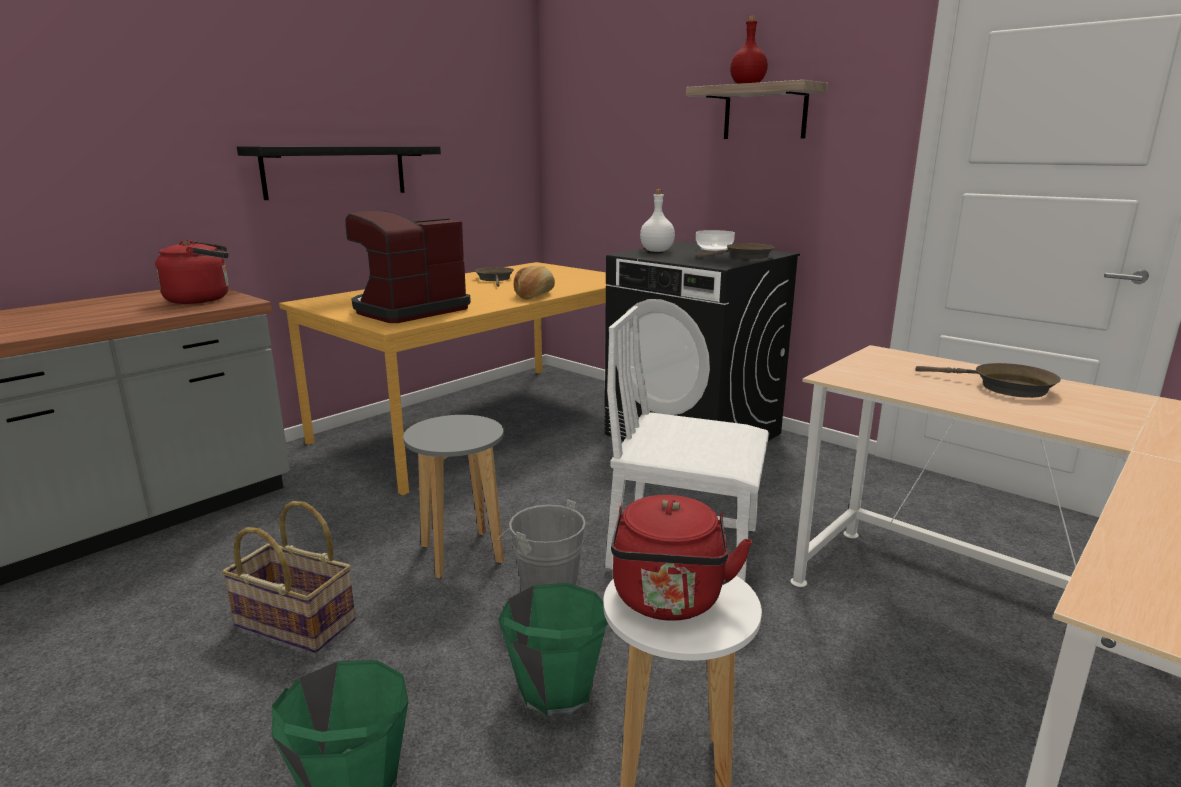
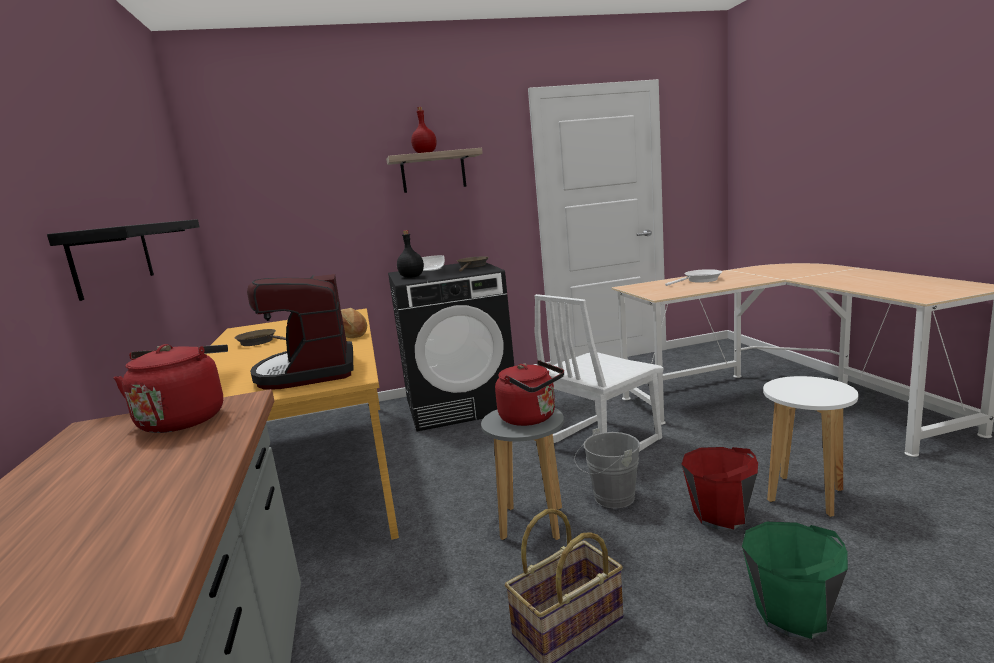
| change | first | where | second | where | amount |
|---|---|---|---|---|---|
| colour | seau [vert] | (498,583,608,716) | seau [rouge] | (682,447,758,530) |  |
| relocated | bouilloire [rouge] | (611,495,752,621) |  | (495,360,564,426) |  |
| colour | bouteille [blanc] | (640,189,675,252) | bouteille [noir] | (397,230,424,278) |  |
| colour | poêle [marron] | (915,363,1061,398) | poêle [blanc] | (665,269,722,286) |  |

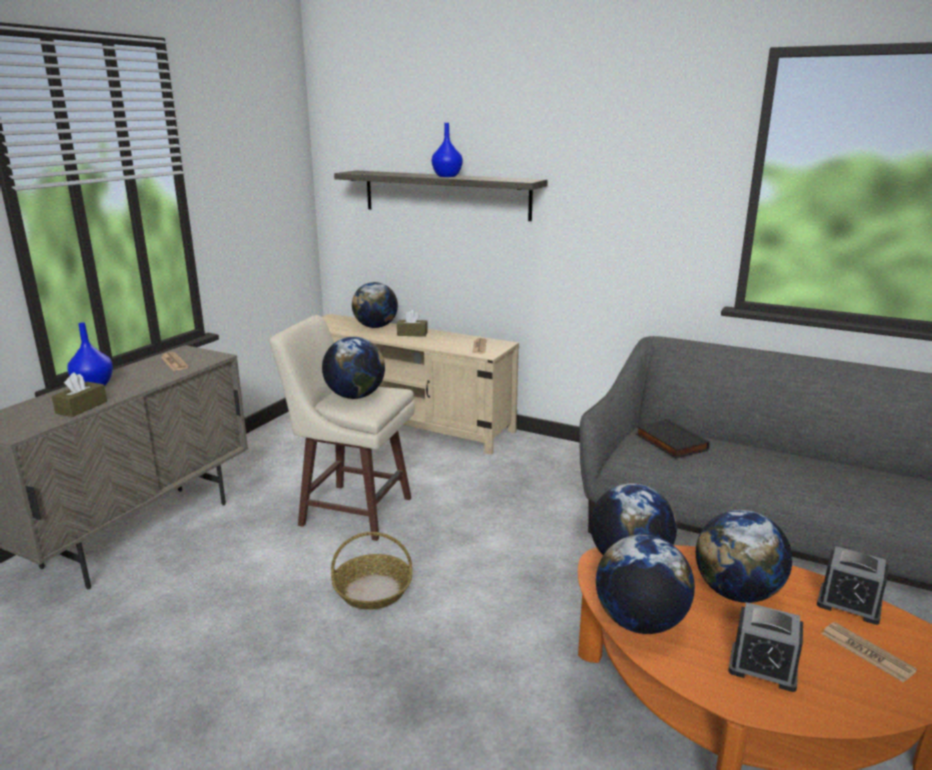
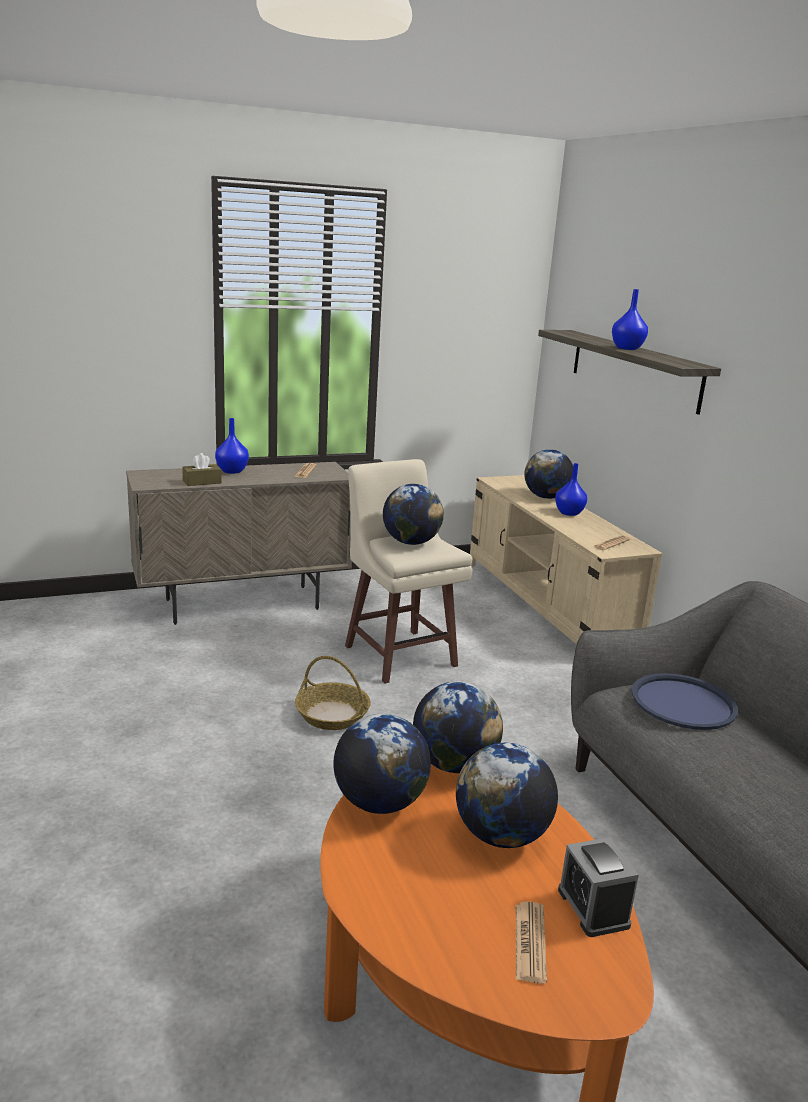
| change | first | where | second | where | amount |
|---|---|---|---|---|---|
| exchanged | boîte à mouchoirs [marron] | (397,310,428,337) | vase [bleu] | (555,463,587,516) |  |
| exchanged | livre [noir] | (636,419,710,458) | plateau [bleu] | (632,673,738,730) |  |
| missing | réveil | (728,602,803,692) |  |  |  |

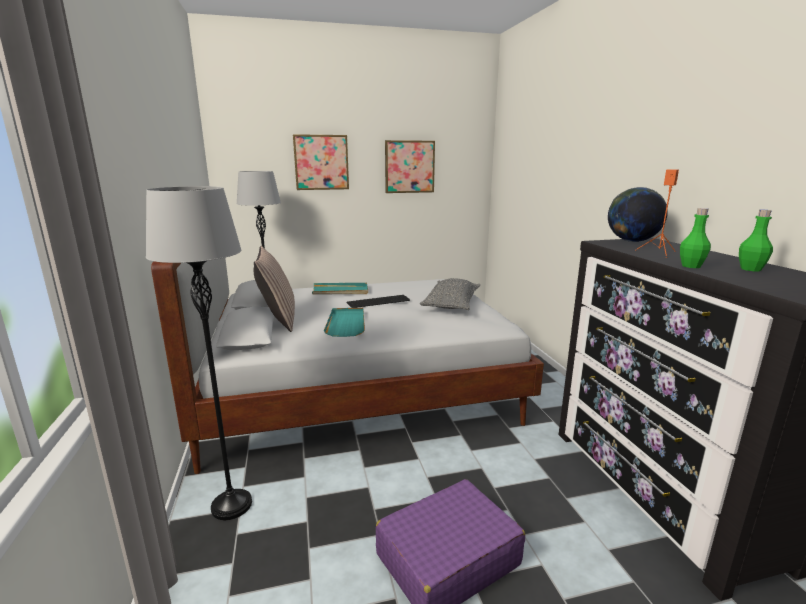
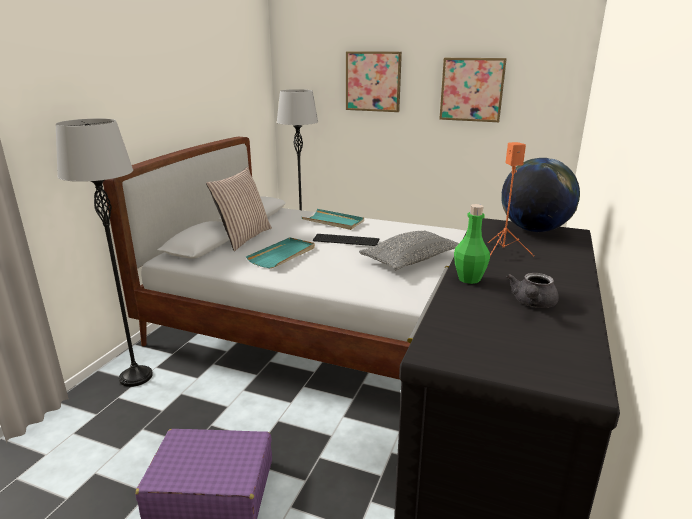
| change | first | where | second | where | amount |
|---|---|---|---|---|---|
| exchanged | bouteille [vert] | (739,210,773,271) | théière [gris] | (506,273,559,308) |  |

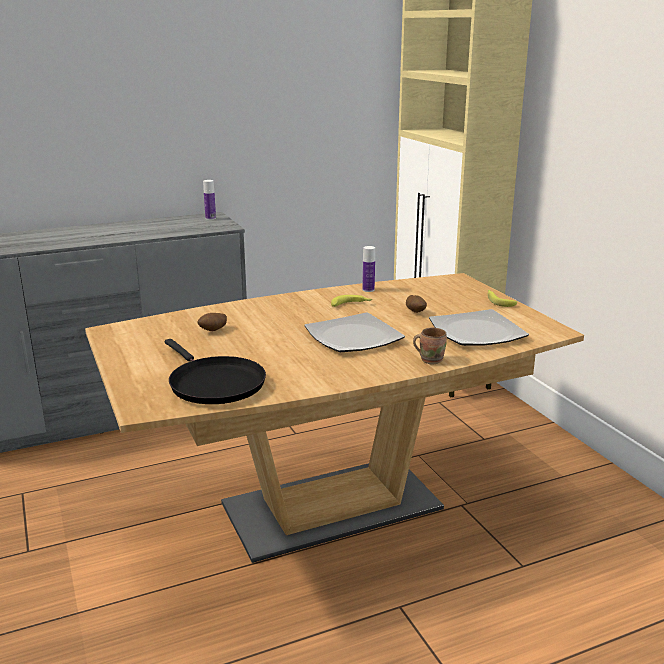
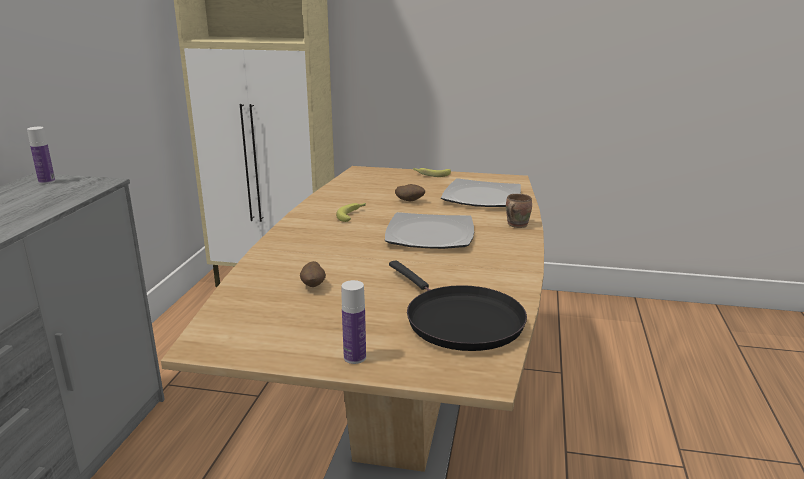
| change | first | where | second | where | amount |
|---|---|---|---|---|---|
| spun | poêle [noir] | (165,339,266,404) |  | (389,260,527,351) | 60 degrees clockwise |
| relocated | bouteille | (362,246,375,292) |  | (341,280,366,364) |  |

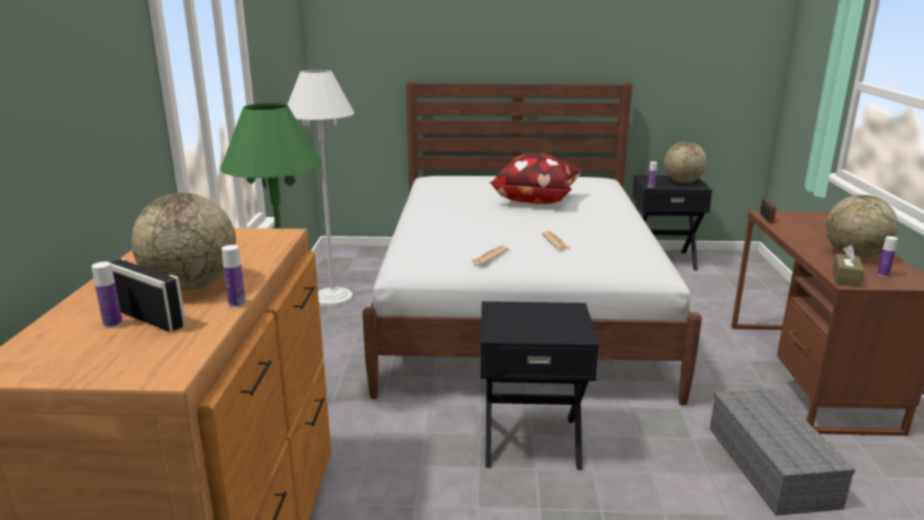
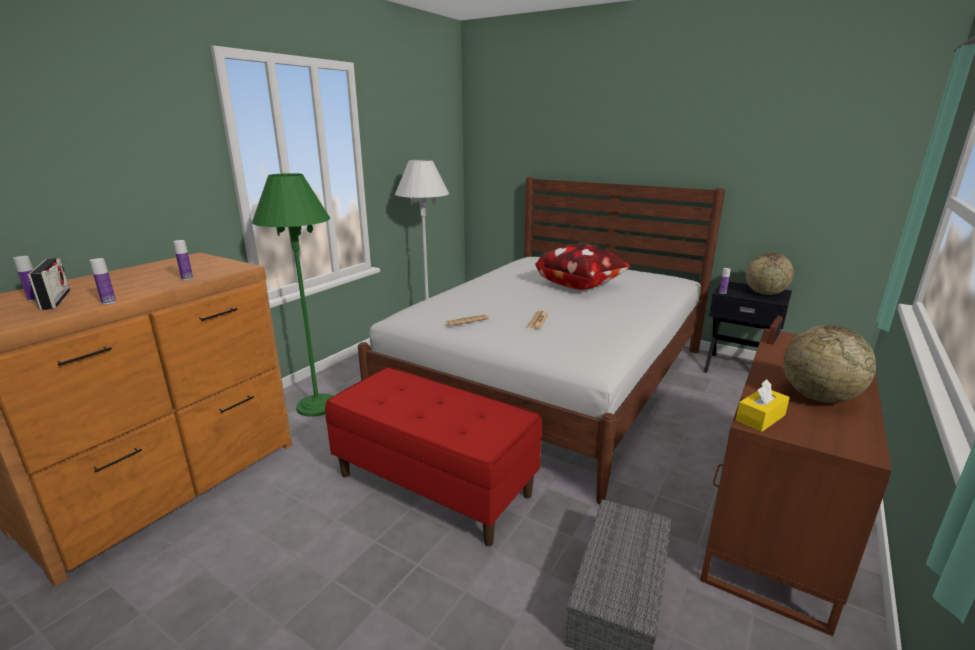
| change | first | where | second | where | amount |
|---|---|---|---|---|---|
| missing | globe | (131,193,236,291) |  |  |  |
| exchanged | table de chevet [noir] | (480,301,599,470) | banc [rouge] | (325,367,542,546) |  |
| colour | boîte à mouchoirs [marron] | (832,245,864,287) | boîte à mouchoirs [jaune] | (736,379,790,432) |  |
| relocated | bouteille | (877,236,898,277) |  | (173,240,193,280) |  |

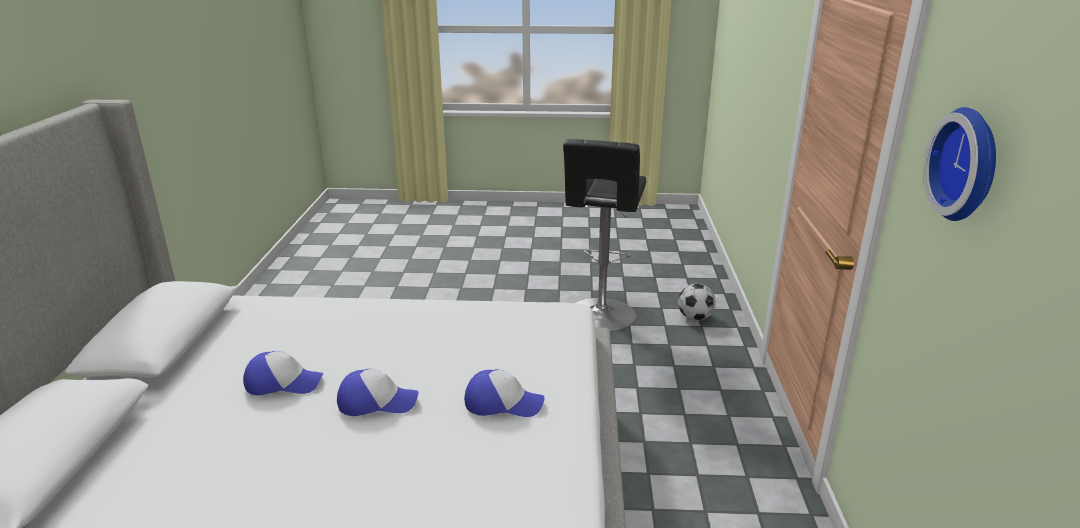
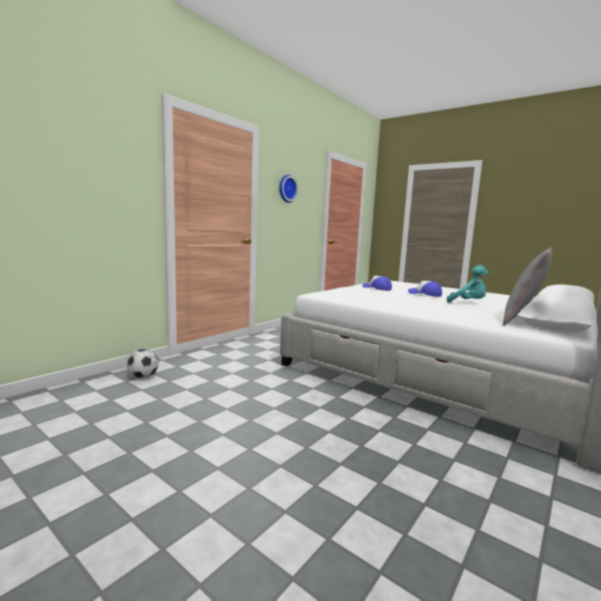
| change | first | where | second | where | amount |
|---|---|---|---|---|---|
| exchanged | casquette | (243,351,323,395) | peluche [turquoise] | (447,265,489,303) |  |
| missing | tabouret [noir] | (563,139,646,332) |  |  |  |
| appeared |  |  | coussin [gris] | (503,247,552,325) |  |

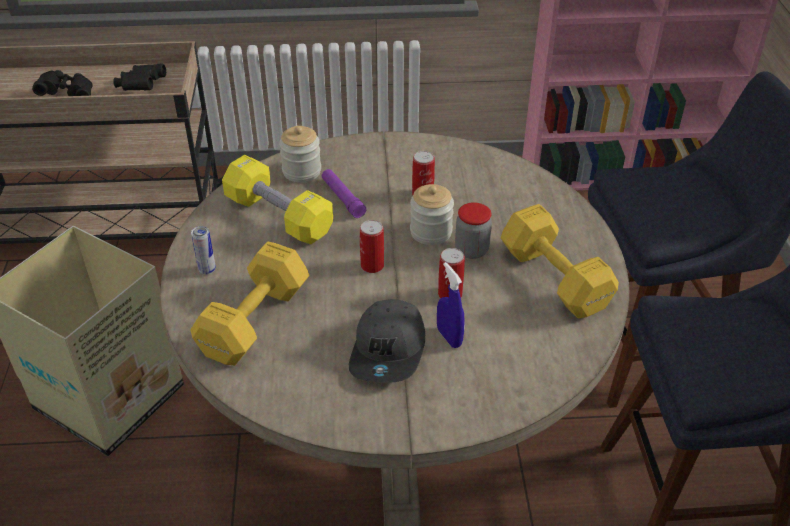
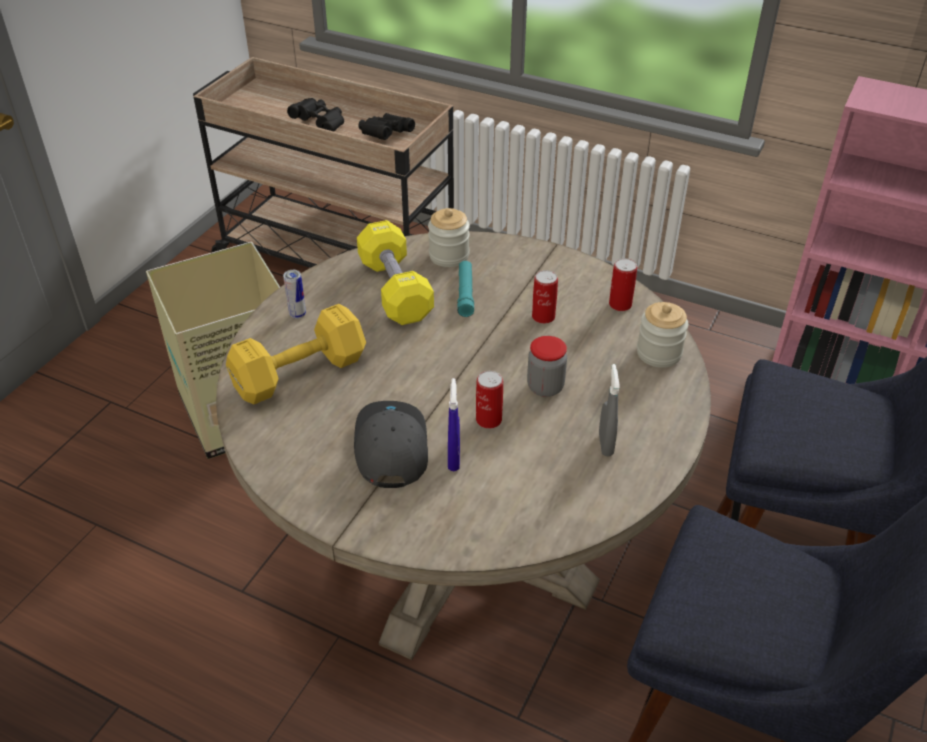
| change | first | where | second | where | amount |
|---|---|---|---|---|---|
| colour | lampe de poche [violet] | (322,169,367,218) | lampe de poche [turquoise] | (457,261,474,317) |  |
| spun | casquette [gris] | (349,299,425,383) |  | (354,401,428,488) | 135 degrees clockwise |
| relocated | boîte métallique | (360,220,384,273) |  | (609,258,637,311) |  |
| relocated | bocal | (410,184,454,245) |  | (637,302,689,368) |  |
| exchanged | haltère [jaune] | (501,204,619,318) | vaporisateur [gris] | (599,364,619,457) |  |

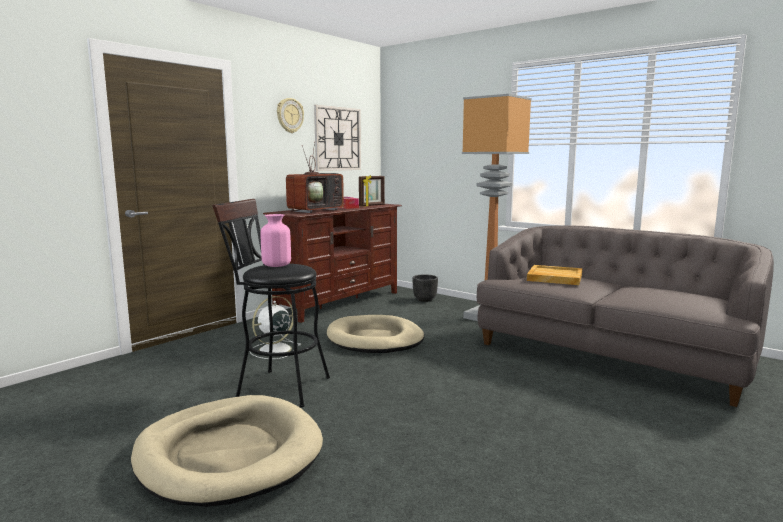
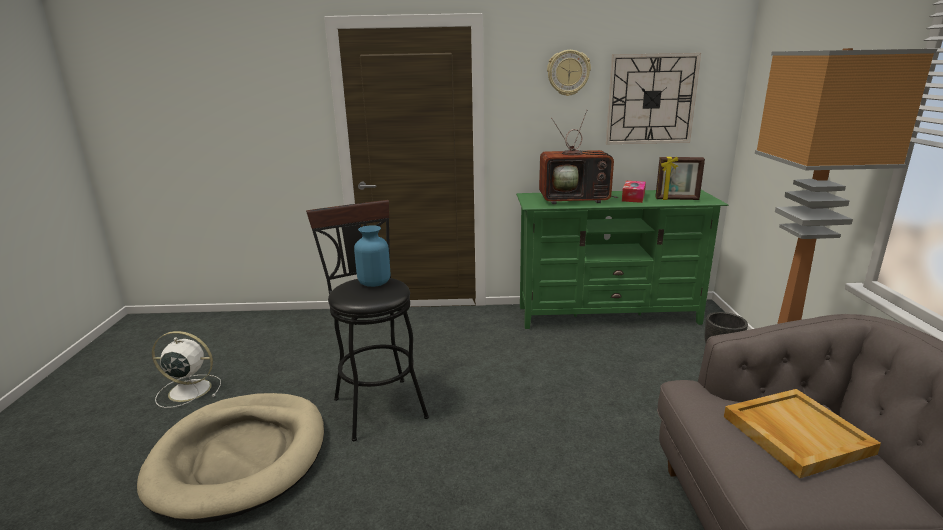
| change | first | where | second | where | amount |
|---|---|---|---|---|---|
| relocated | ventilateur [blanc] | (250,296,301,359) |  | (152,331,221,408) |  |
| colour | vase [rose] | (260,214,291,267) | vase [bleu] | (354,225,390,287) |  |
| colour | meuble télé [marron] | (263,204,402,323) | meuble télé [vert] | (516,190,728,329) |  |
| missing | panier pour chien [beige] | (327,315,424,353) |  |  |  |

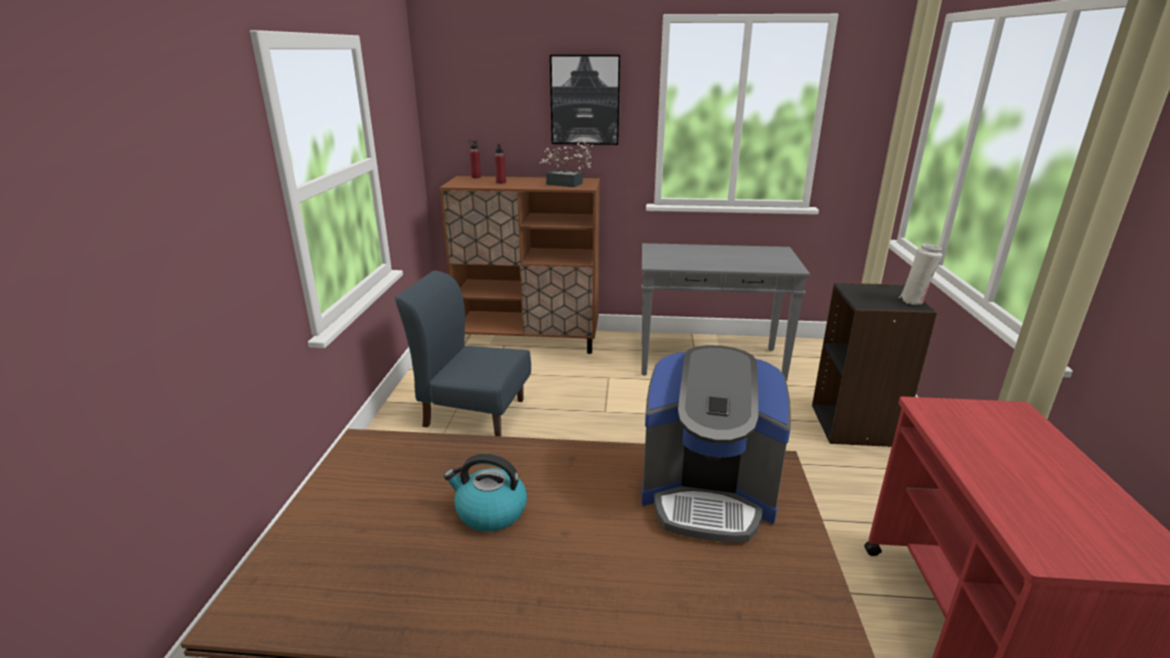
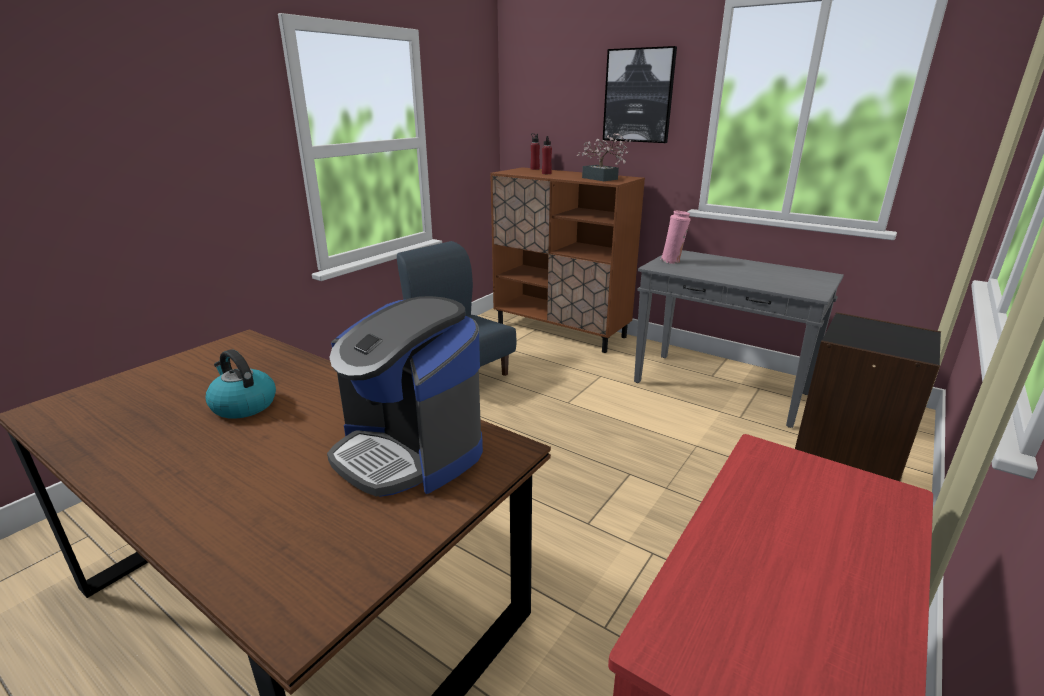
| change | first | where | second | where | amount |
|---|---|---|---|---|---|
| missing | vase [blanc] | (898,243,942,305) |  |  |  |
| appeared |  |  | vase [rose] | (661,211,691,264) |  |

